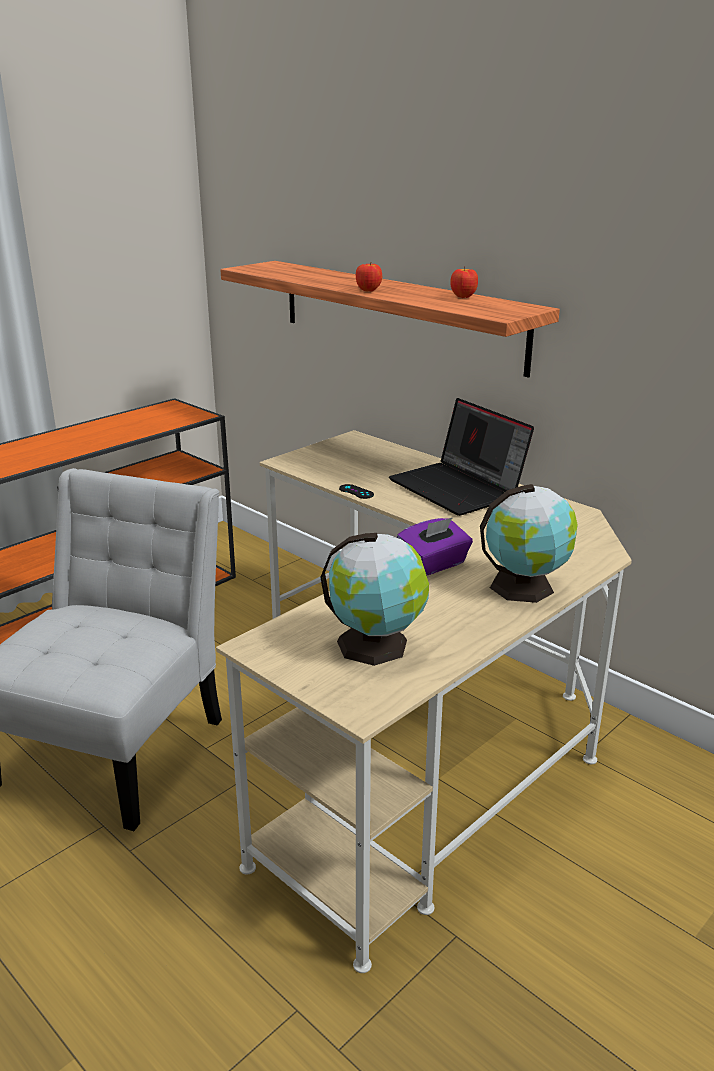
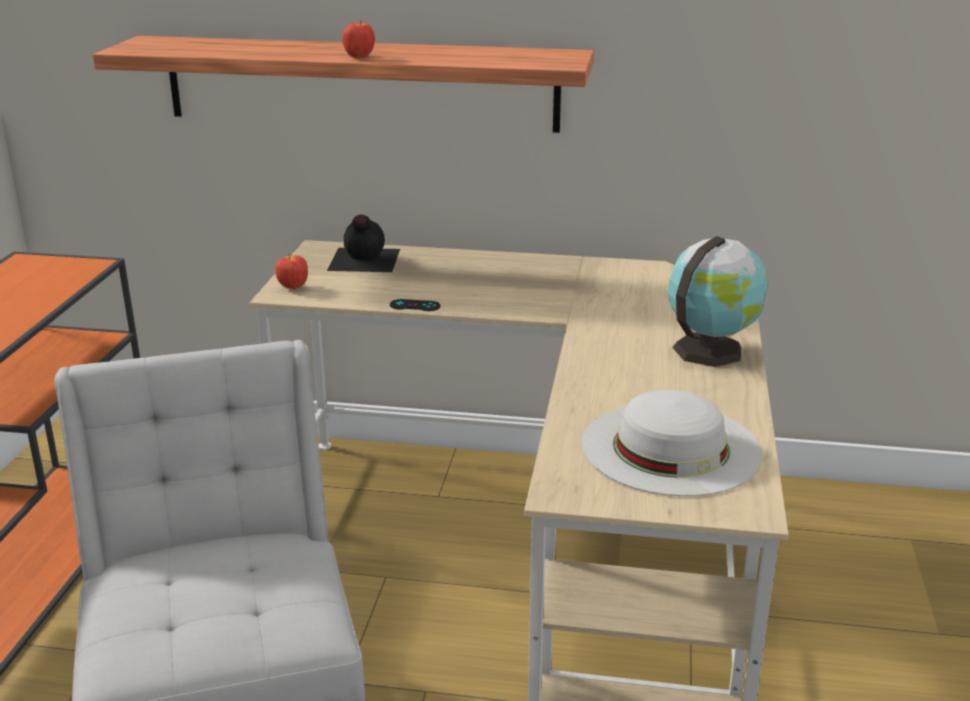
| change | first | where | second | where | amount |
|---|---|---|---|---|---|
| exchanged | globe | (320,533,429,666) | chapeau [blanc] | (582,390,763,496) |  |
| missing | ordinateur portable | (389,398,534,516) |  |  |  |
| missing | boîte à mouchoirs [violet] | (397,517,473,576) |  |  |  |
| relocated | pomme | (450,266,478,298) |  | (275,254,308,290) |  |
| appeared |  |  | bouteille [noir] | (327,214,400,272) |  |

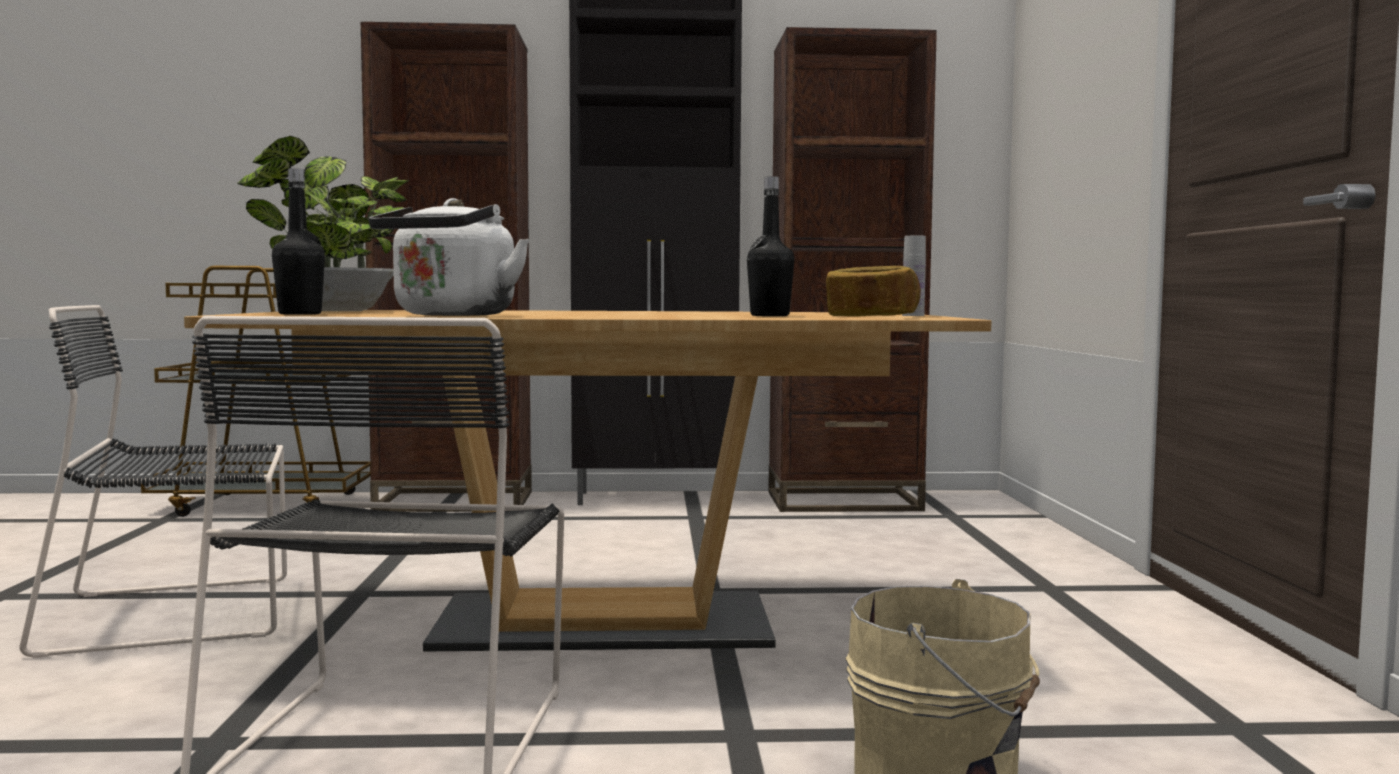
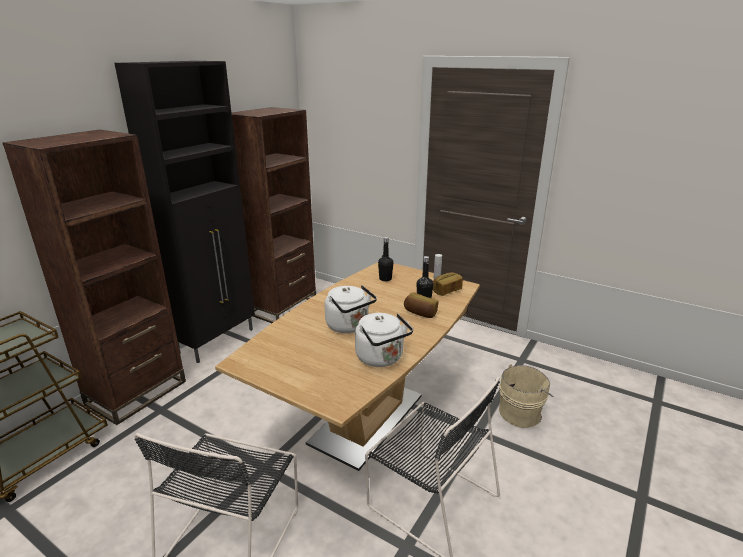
| change | first | where | second | where | amount |
|---|---|---|---|---|---|
| missing | plante en pot | (237,136,410,311) |  |  |  |
| relocated | bouteille [noir] | (272,168,325,315) |  | (378,237,393,281) |  |
| appeared |  |  | bouilloire [blanc] | (325,285,377,333) |  |
| appeared |  |  | pain | (404,292,439,318) |  |

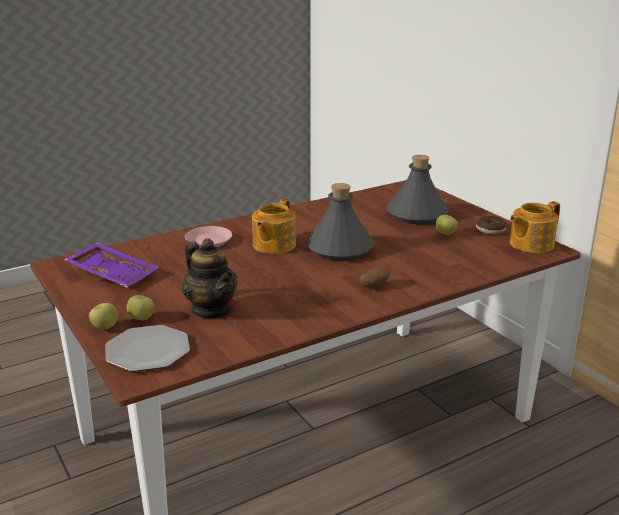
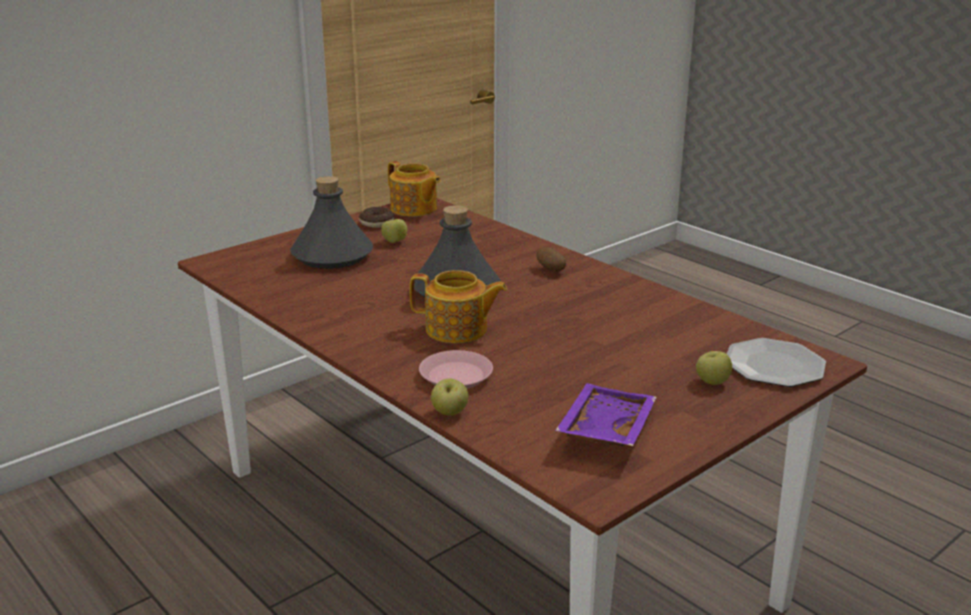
| change | first | where | second | where | amount |
|---|---|---|---|---|---|
| relocated | pomme | (89,303,118,330) |  | (431,378,468,416) |  |
| missing | théière | (182,238,237,318) |  |  |  |

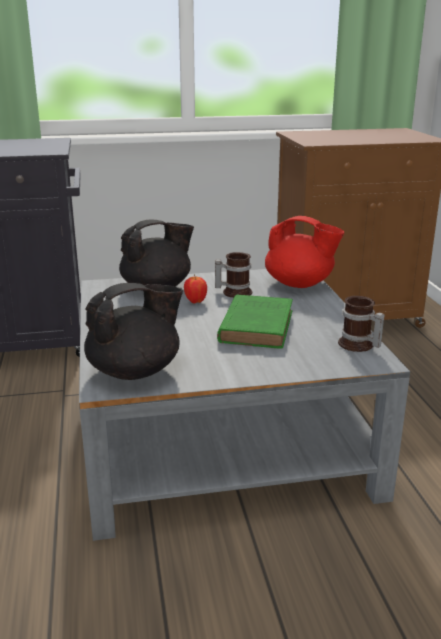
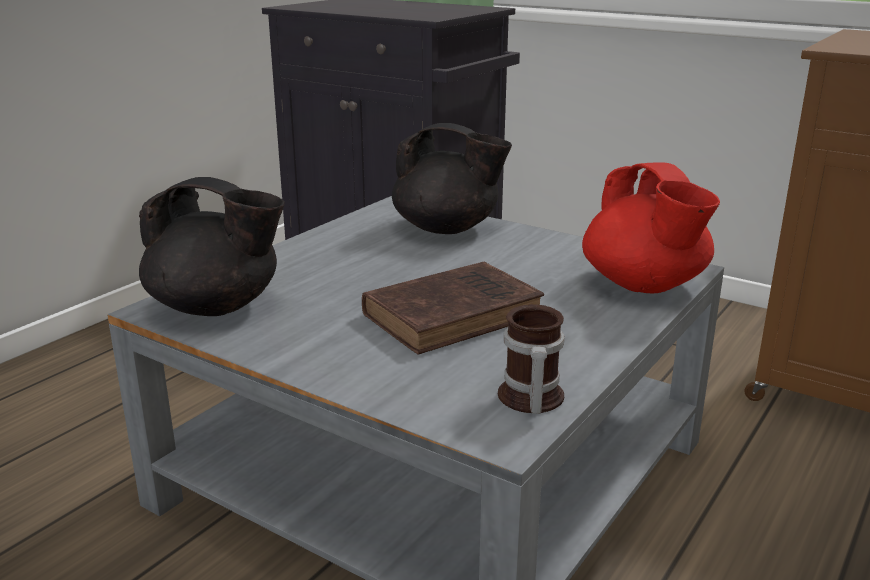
| change | first | where | second | where | amount |
|---|---|---|---|---|---|
| missing | pomme | (184,274,207,304) |  |  |  |
| missing | mug | (215,252,252,298) |  |  |  |
| colour | livre [vert] | (217,294,293,348) | livre [marron] | (362,261,544,355) |  |

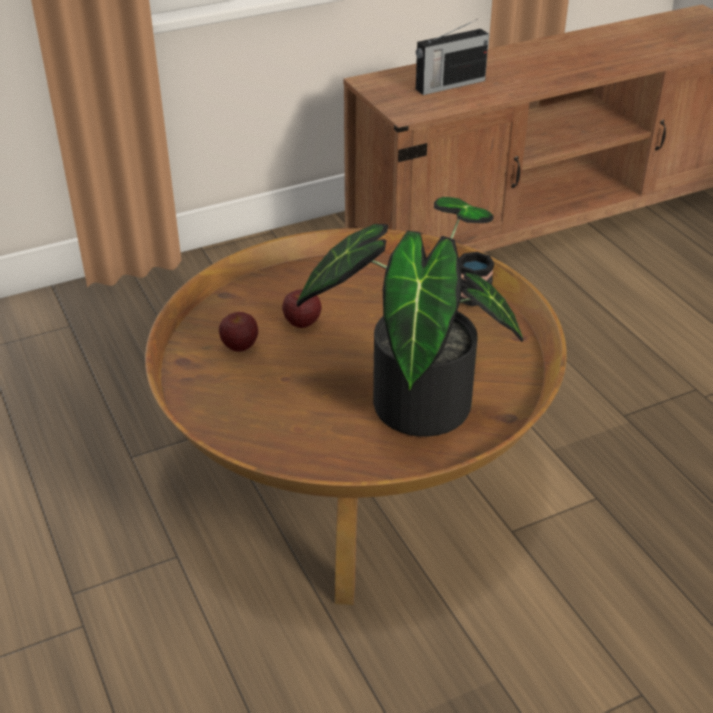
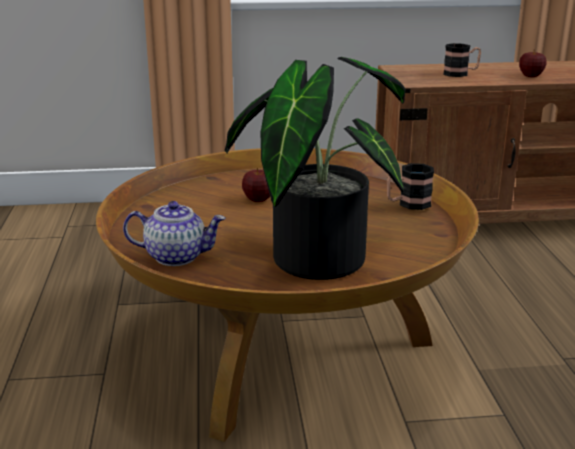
| change | first | where | second | where | amount |
|---|---|---|---|---|---|
| relocated | pomme | (219,312,258,352) |  | (519,52,547,77) |  |
| exchanged | radio | (416,19,489,95) | mug | (443,43,481,77) |  |
| appeared |  |  | théière | (123,201,225,266) |  |

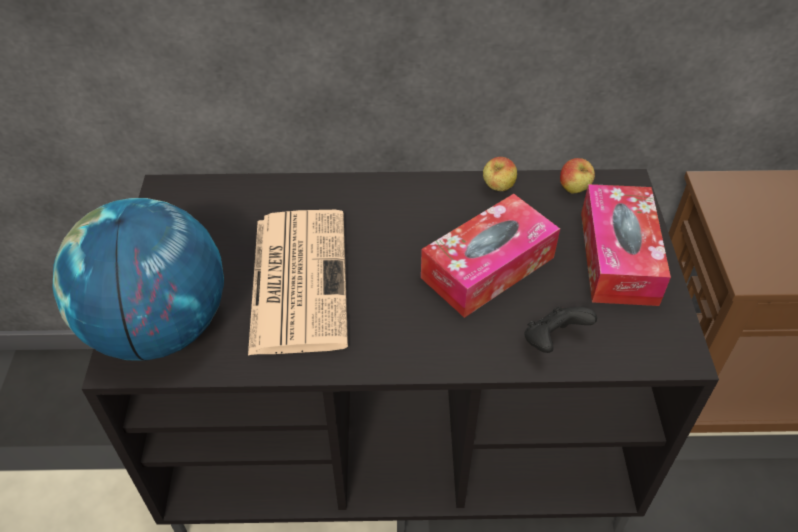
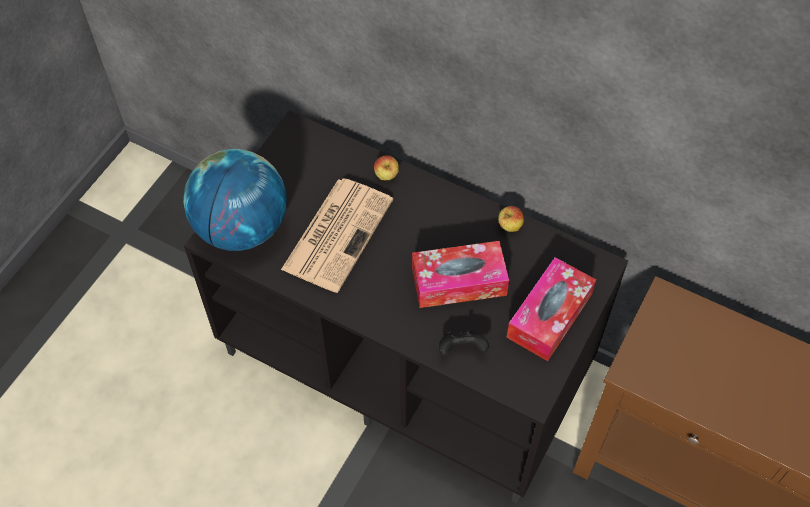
| change | first | where | second | where | amount |
|---|---|---|---|---|---|
| relocated | pomme | (560,158,595,194) |  | (374,155,399,180) |  |

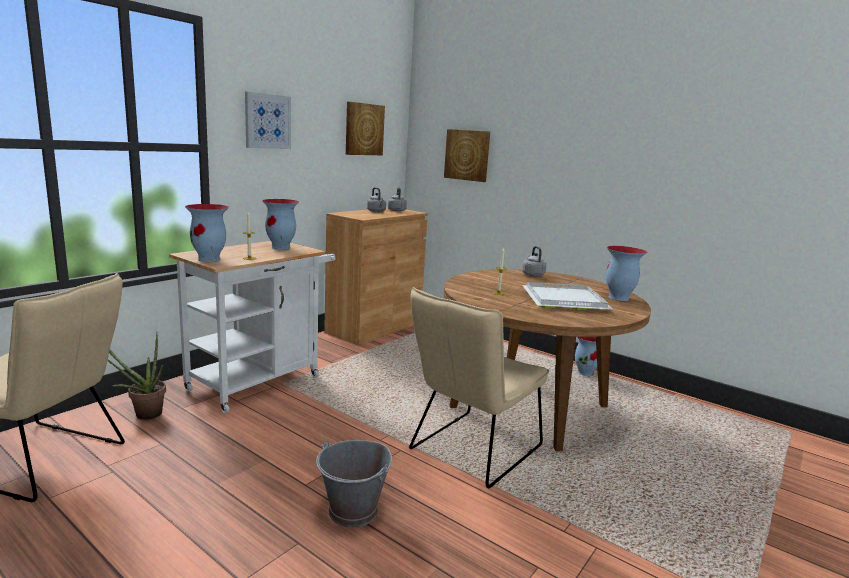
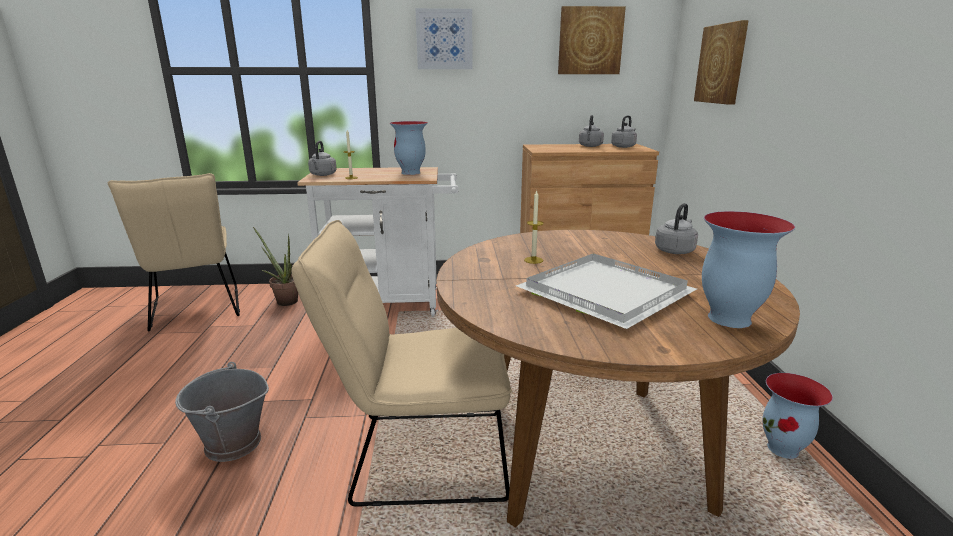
| change | first | where | second | where | amount |
|---|---|---|---|---|---|
| exchanged | vase | (185,204,229,262) | bouilloire [gris] | (308,141,337,176) |  |

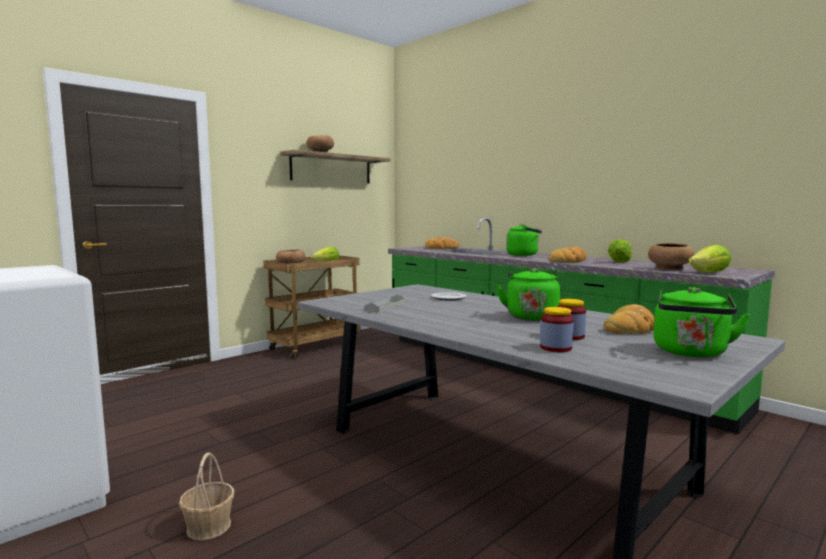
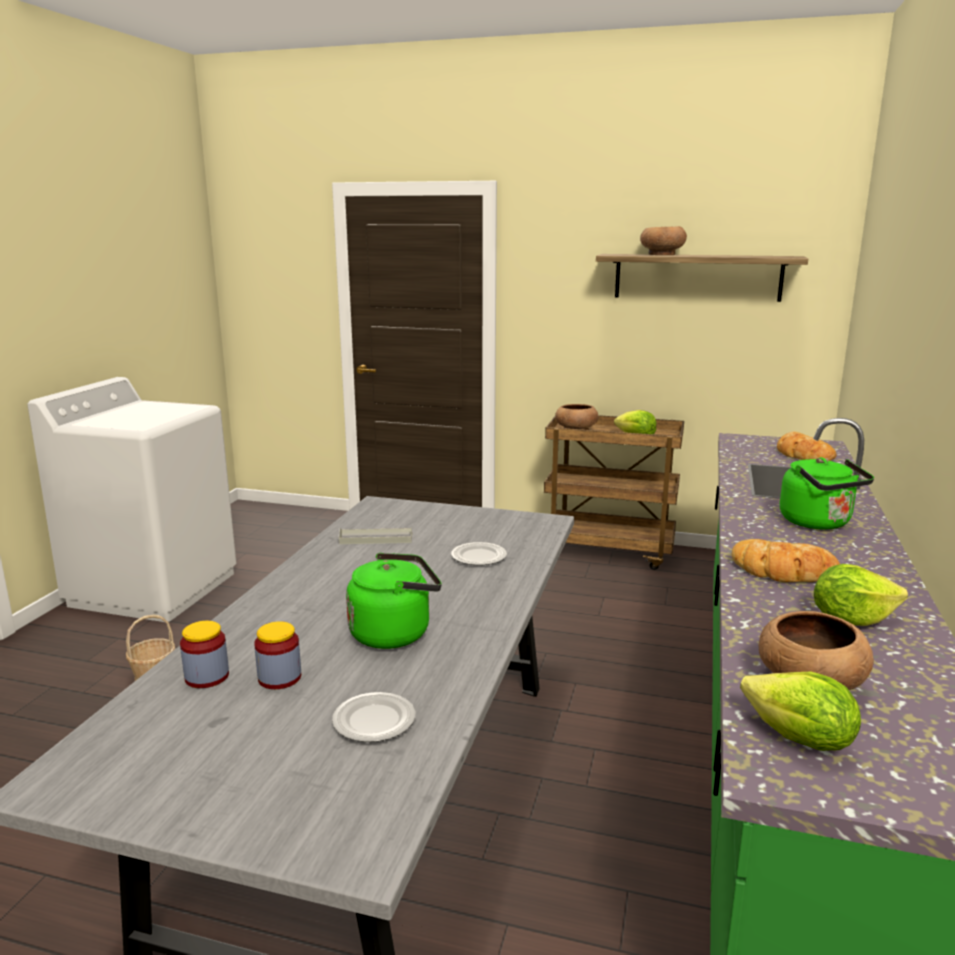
| change | first | where | second | where | amount |
|---|---|---|---|---|---|
| exchanged | pain | (604,304,655,334) | assiette | (332,692,415,742) |  |
| missing | bouilloire [vert] | (654,287,750,358) |  |  |  |

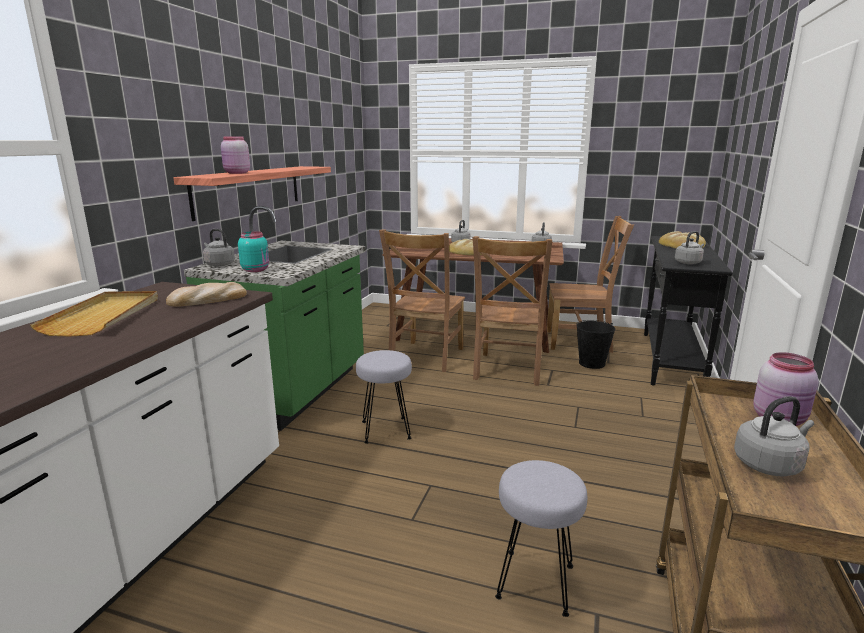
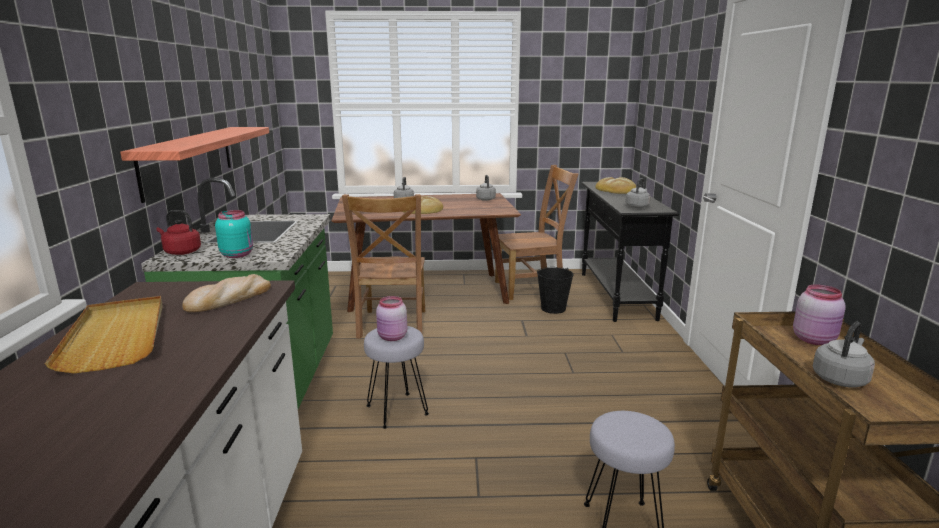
| change | first | where | second | where | amount |
|---|---|---|---|---|---|
| colour | bouilloire [gris] | (203,229,235,266) | bouilloire [rouge] | (156,210,201,255) |  |
| relocated | bocal [rose] | (221,136,250,174) |  | (376,296,407,341) |  |
| missing | chaise [marron] | (473,236,552,386) |  |  |  |

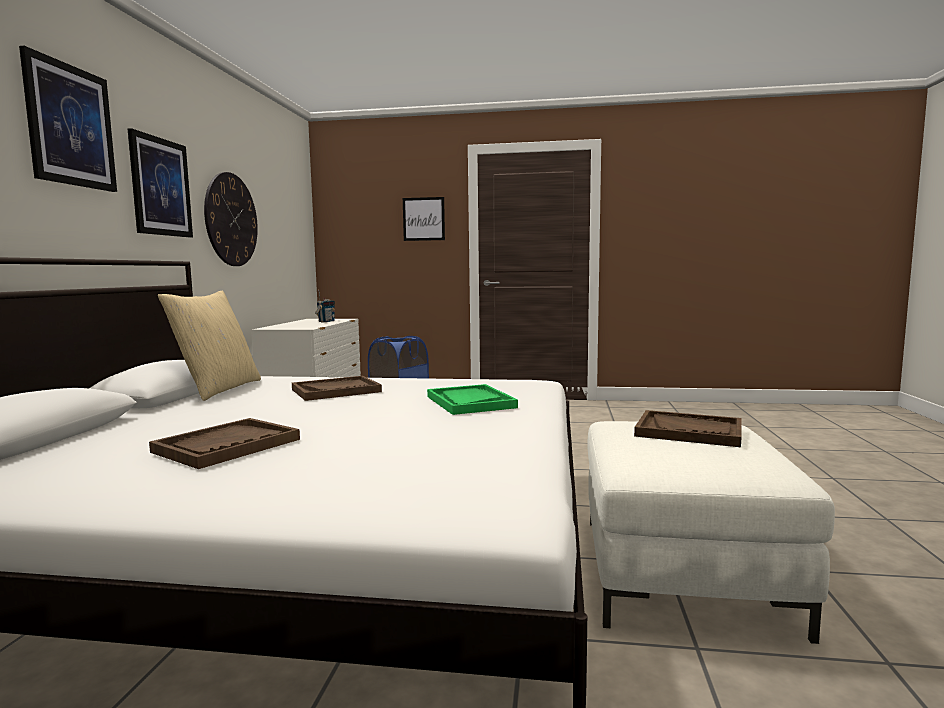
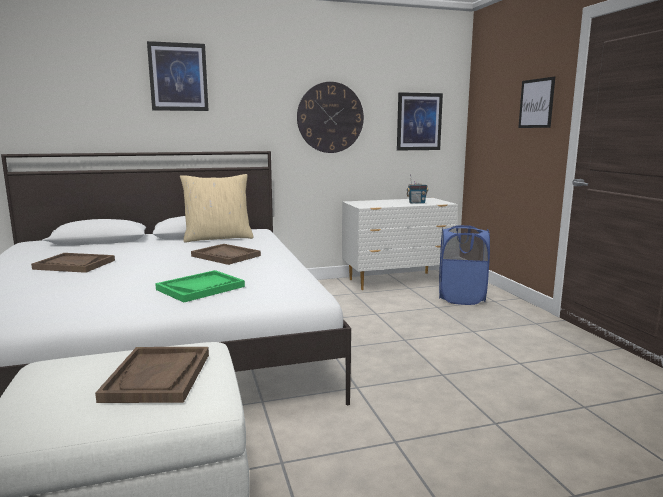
| change | first | where | second | where | amount |
|---|---|---|---|---|---|
| relocated | tableau | (128,128,193,237) |  | (397,92,443,150) |  |

